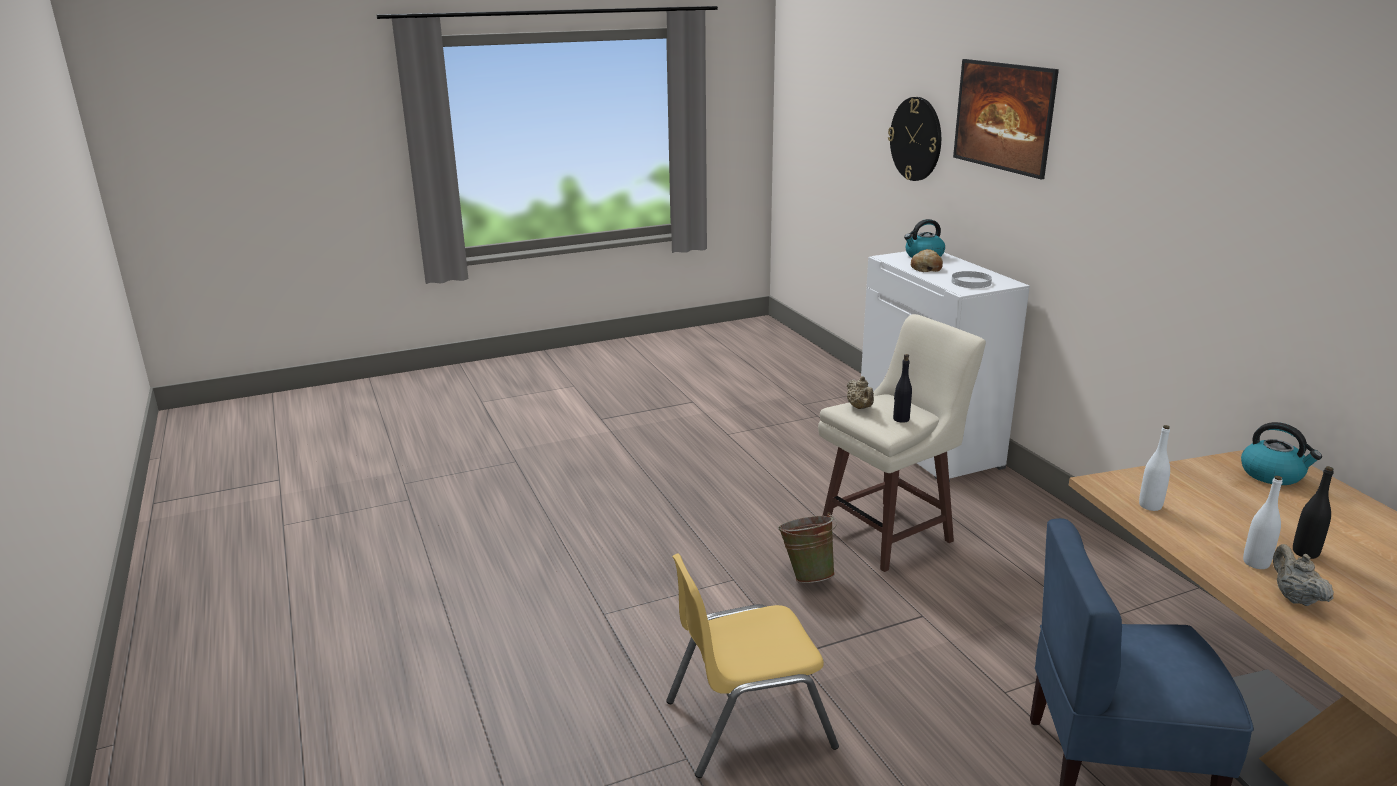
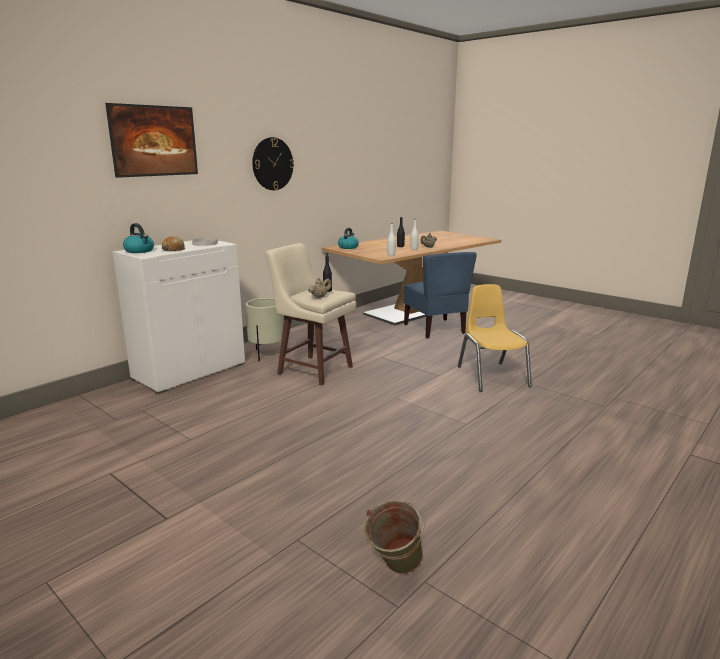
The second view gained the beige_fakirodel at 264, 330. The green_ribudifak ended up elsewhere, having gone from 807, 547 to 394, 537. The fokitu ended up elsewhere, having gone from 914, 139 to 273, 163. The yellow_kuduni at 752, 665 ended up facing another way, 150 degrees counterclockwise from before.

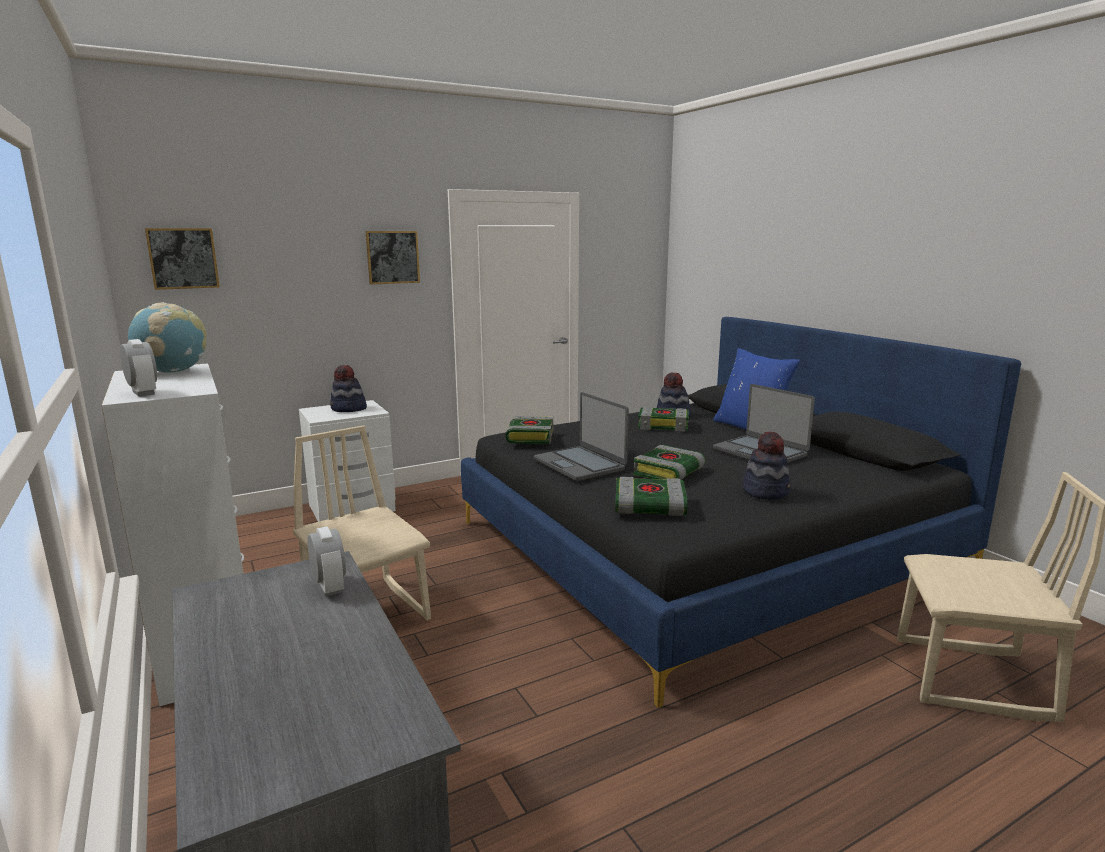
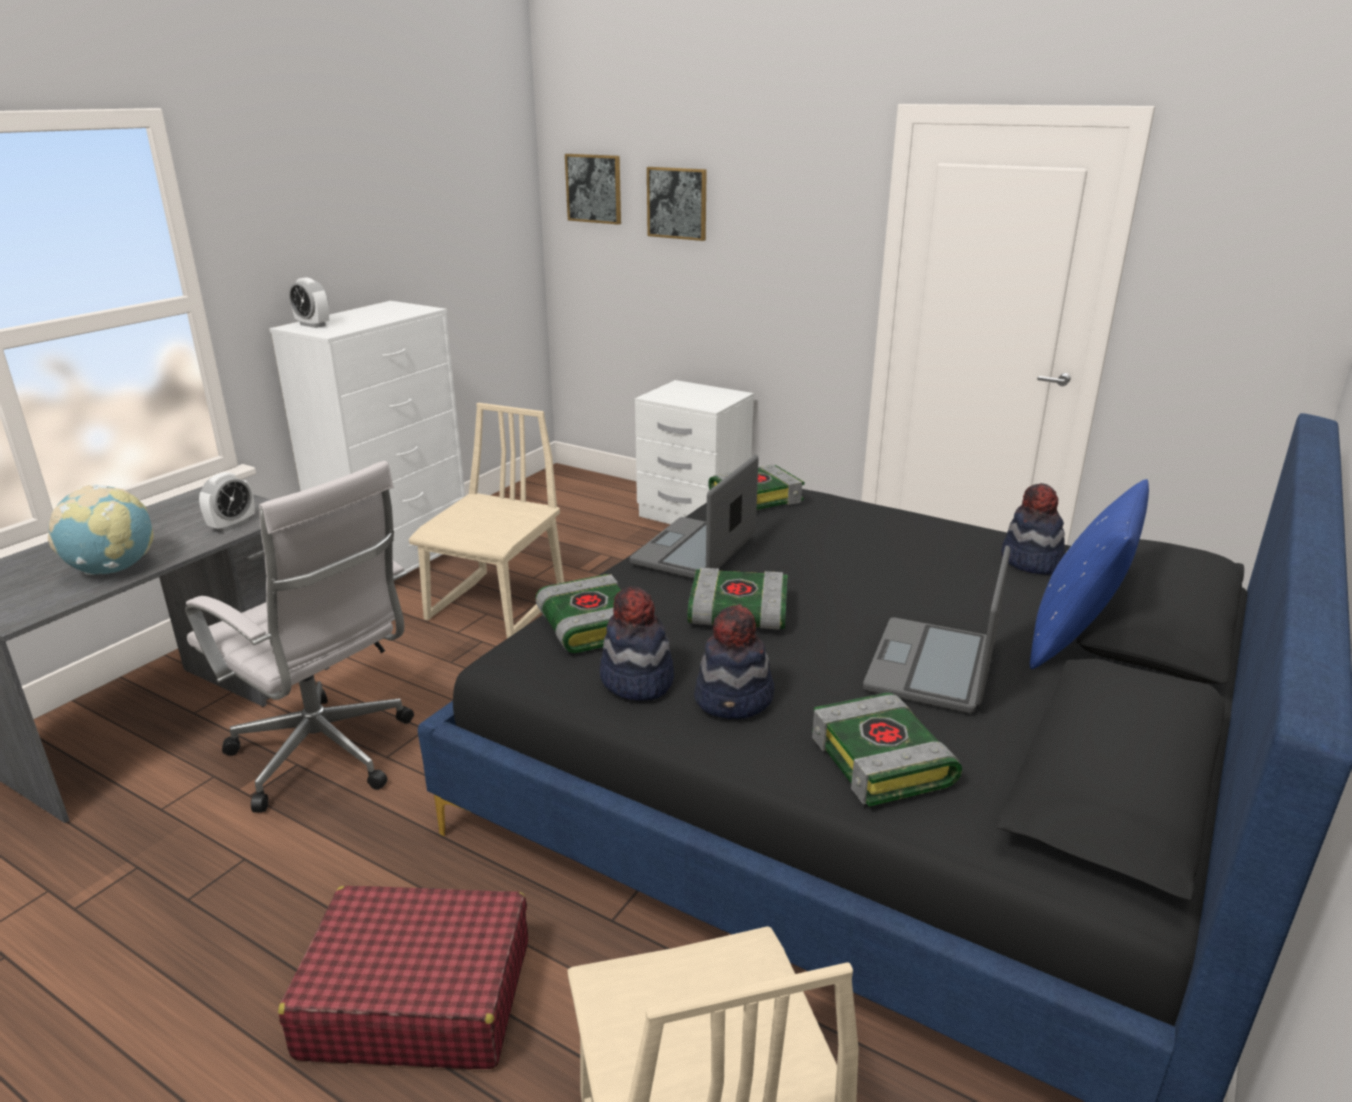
The second view gained the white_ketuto at 299, 636. The second view gained the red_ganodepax at 403, 977. The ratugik ended up elsewhere, having gone from 167, 337 to 101, 529. The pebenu ended up elsewhere, having gone from 348, 388 to 637, 643. The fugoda ended up elsewhere, having gone from 392, 258 to 677, 204. The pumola ended up elsewhere, having gone from 663, 419 to 887, 750. The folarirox at 138, 368 ended up facing another way, 105 degrees clockwise from before.

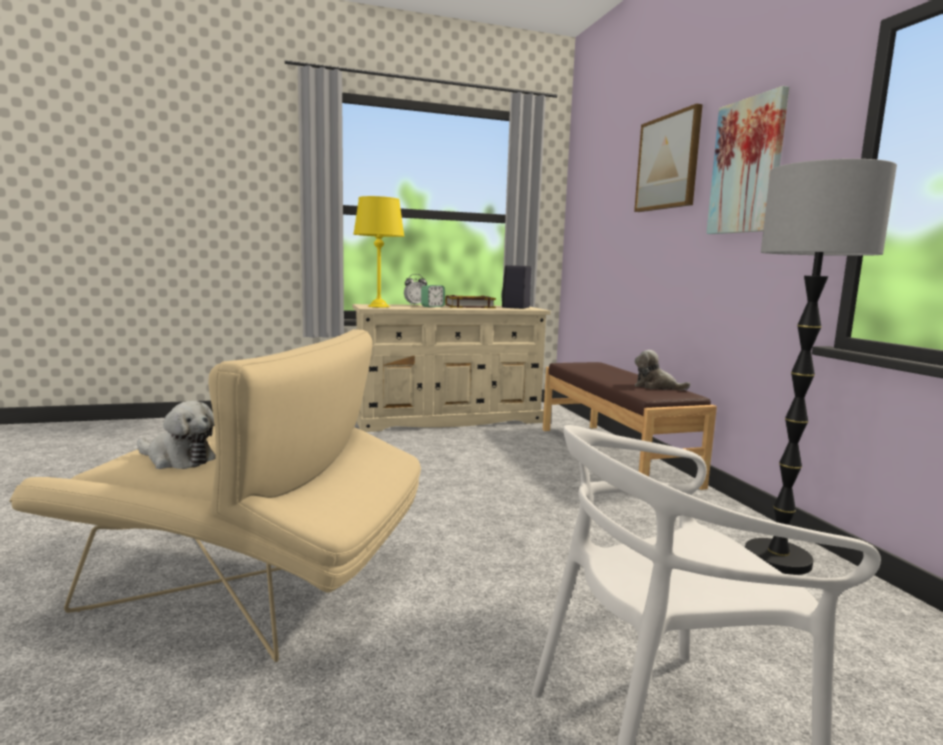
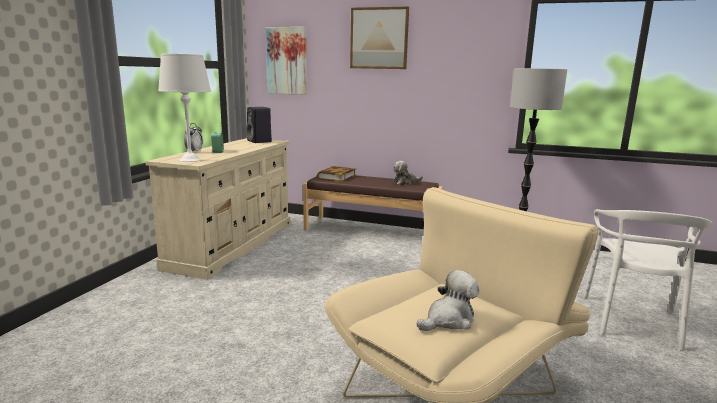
The pumola ended up elsewhere, having gone from 470, 301 to 336, 174. The fugoda ended up elsewhere, having gone from 747, 160 to 286, 61. What was the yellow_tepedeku at 378, 252 turned into the white_tepedeku at 184, 108.

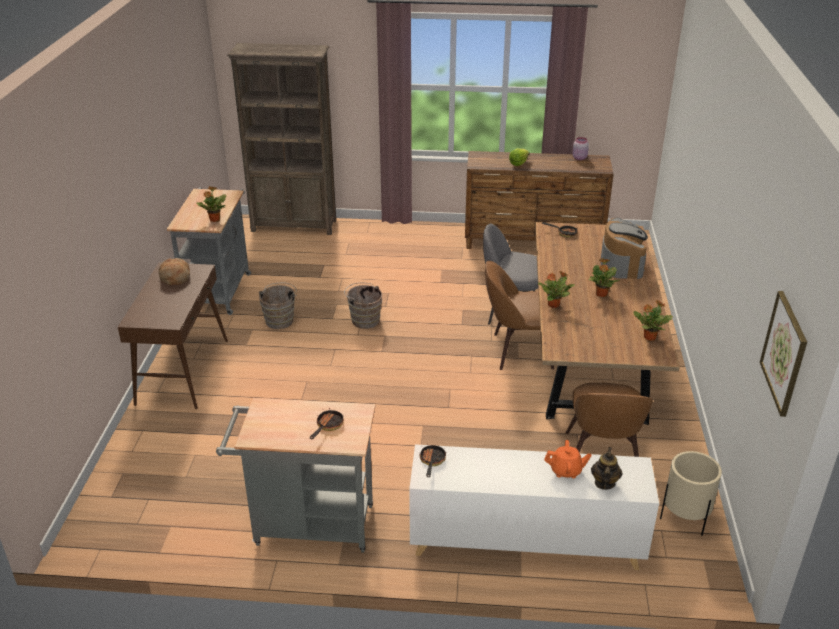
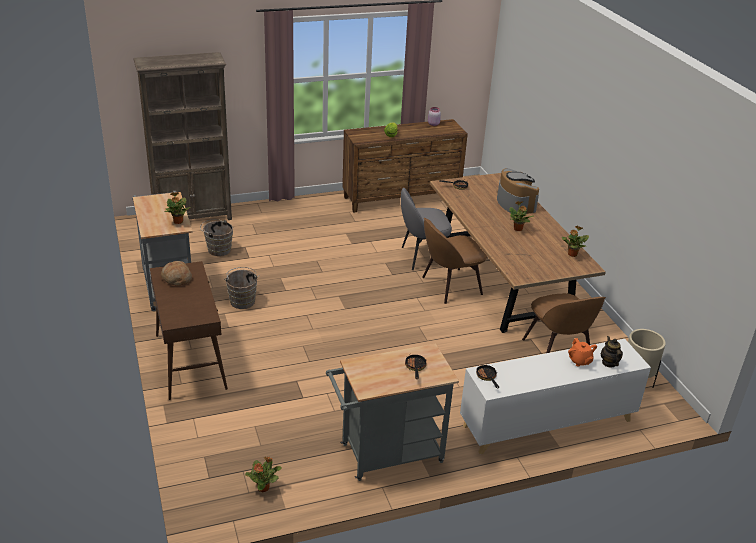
The second view lost the fugoda at 783, 354. The brown_ribudifak ended up elsewhere, having gone from 363, 305 to 216, 237. The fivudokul ended up elsewhere, having gone from 556, 289 to 263, 474. The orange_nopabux at 568, 459 ended up facing another way, 90 degrees clockwise from before.

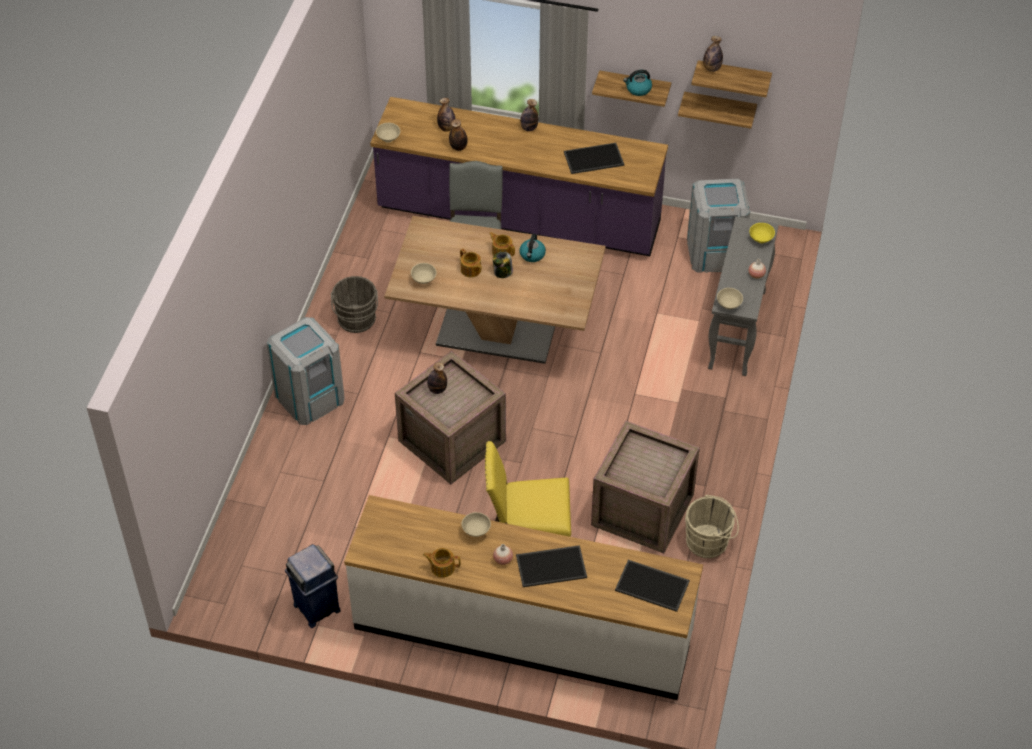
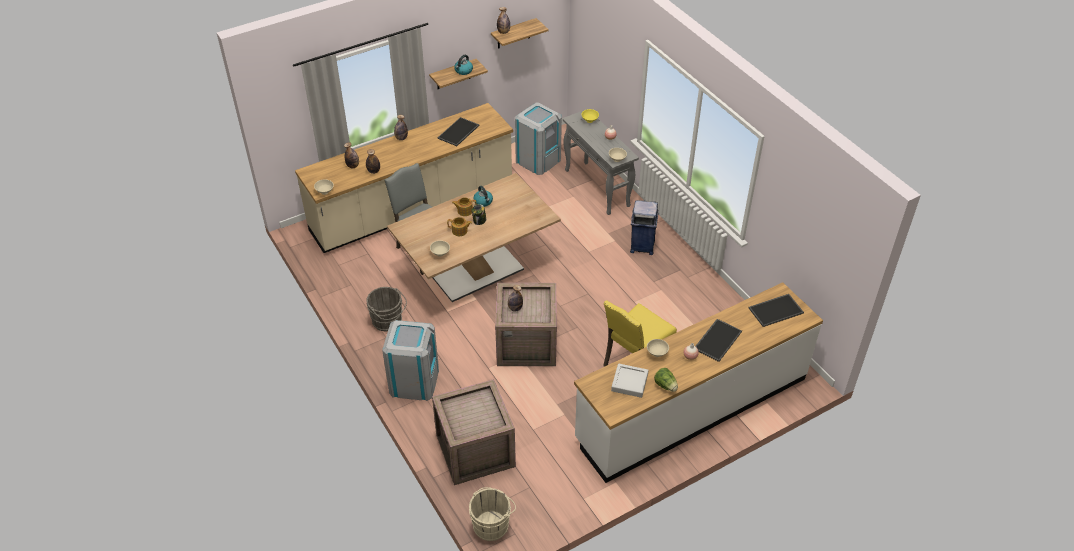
The second view lost the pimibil at 717, 110. The second view gained the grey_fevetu at 630, 380. The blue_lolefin ended up elsewhere, having gone from 312, 586 to 644, 227. The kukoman ended up elsewhere, having gone from 645, 487 to 474, 432. The beige_ribudifak ended up elsewhere, having gone from 712, 526 to 492, 514. Where the nopabux stood at 442, 563, the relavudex came to stand at 666, 380. What was the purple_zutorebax at 519, 176 turned into the beige_zutorebax at 404, 178.

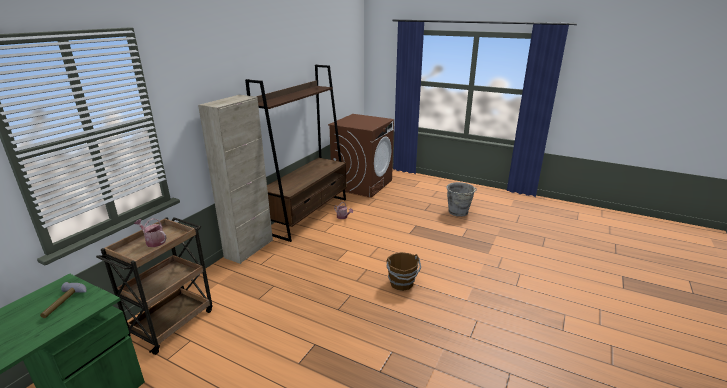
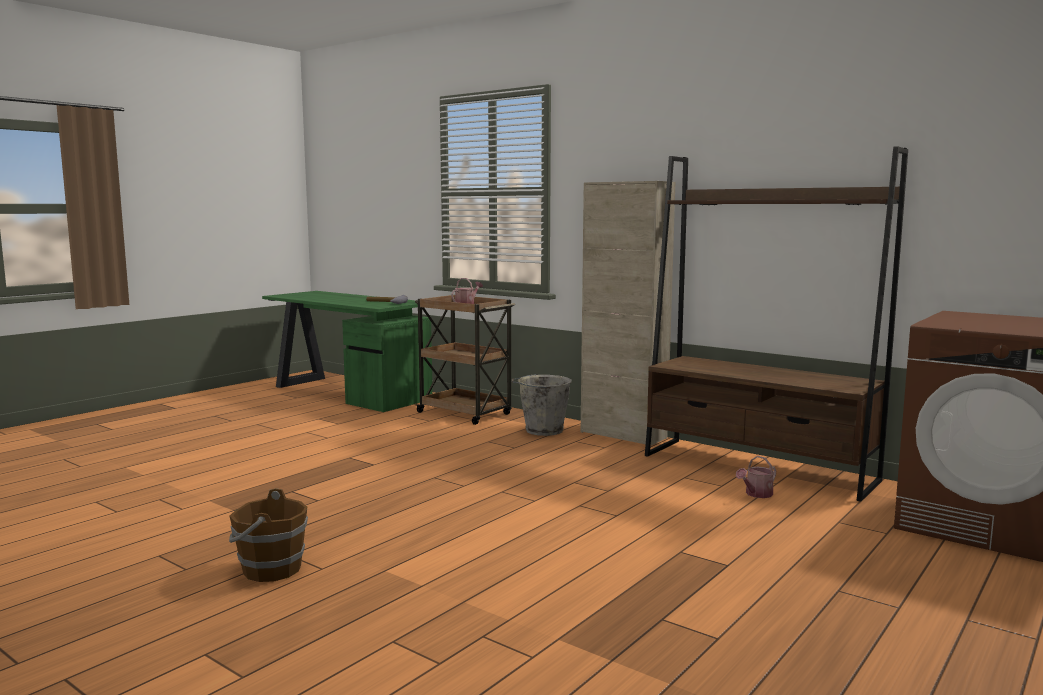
The brown_ribudifak ended up elsewhere, having gone from 403, 271 to 268, 535. The grey_ribudifak ended up elsewhere, having gone from 462, 199 to 542, 405.

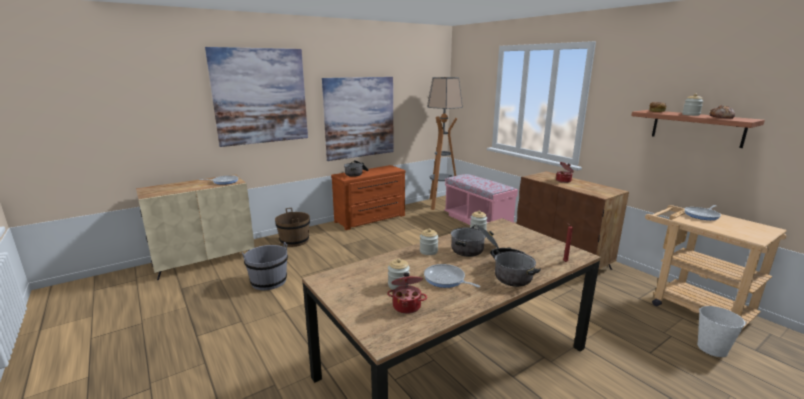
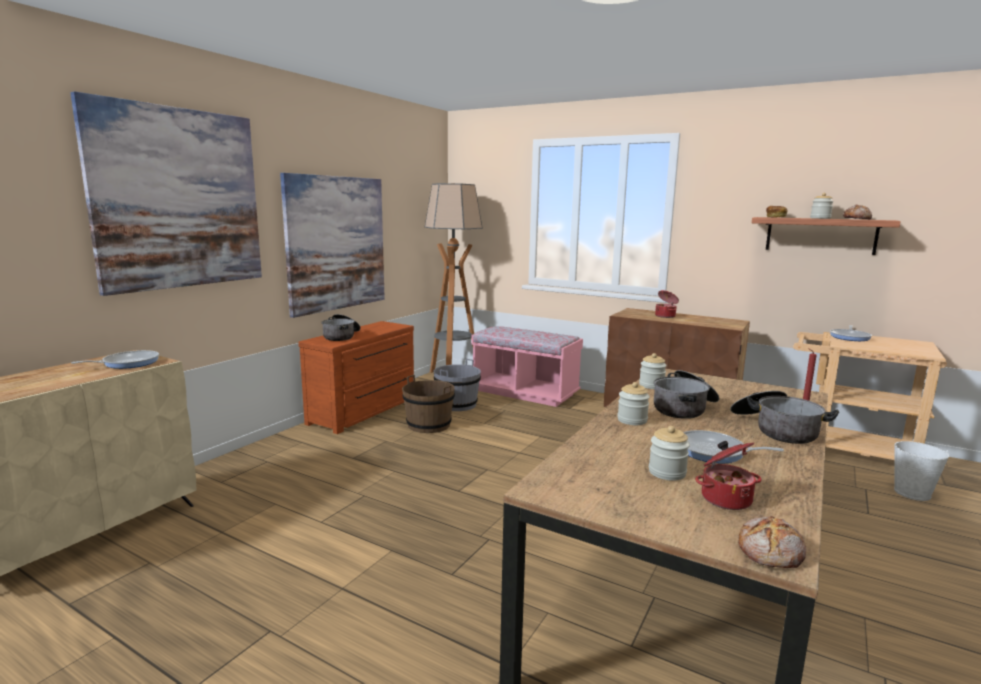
The second view gained the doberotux at 772, 542. The grey_ribudifak ended up elsewhere, having gone from 265, 266 to 457, 385. The brown_ribudifak ended up elsewhere, having gone from 292, 227 to 428, 404.

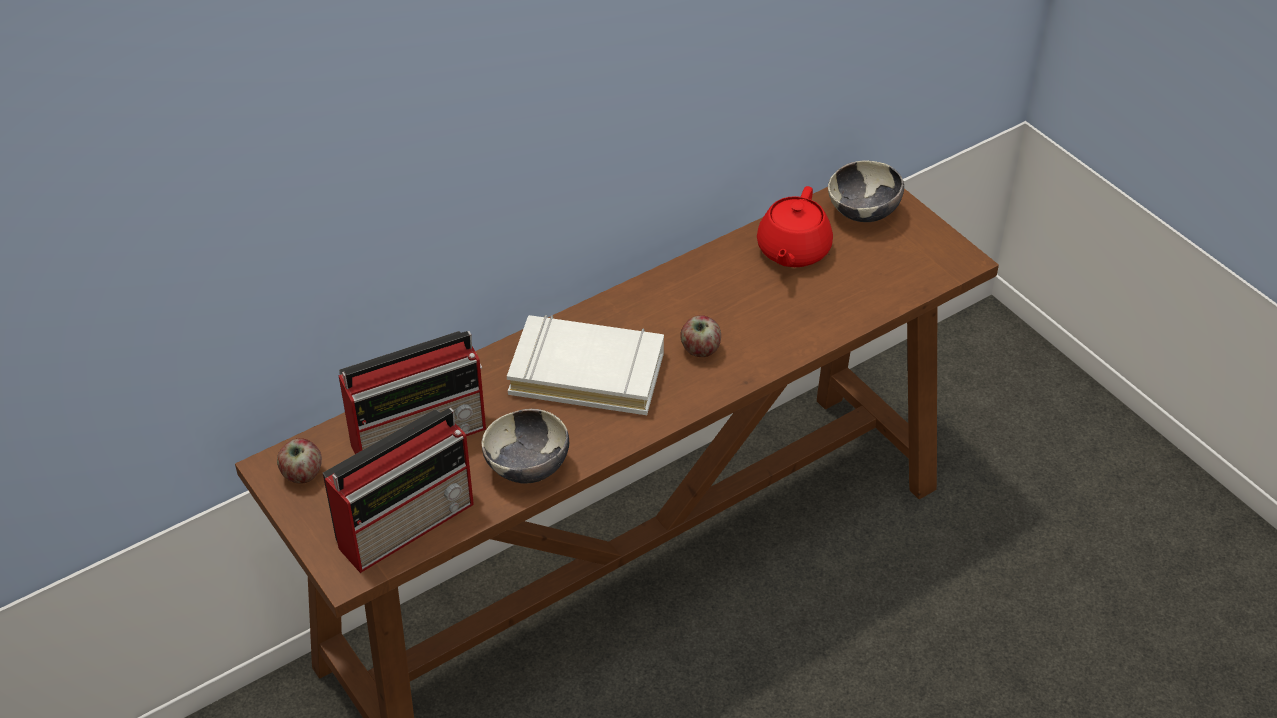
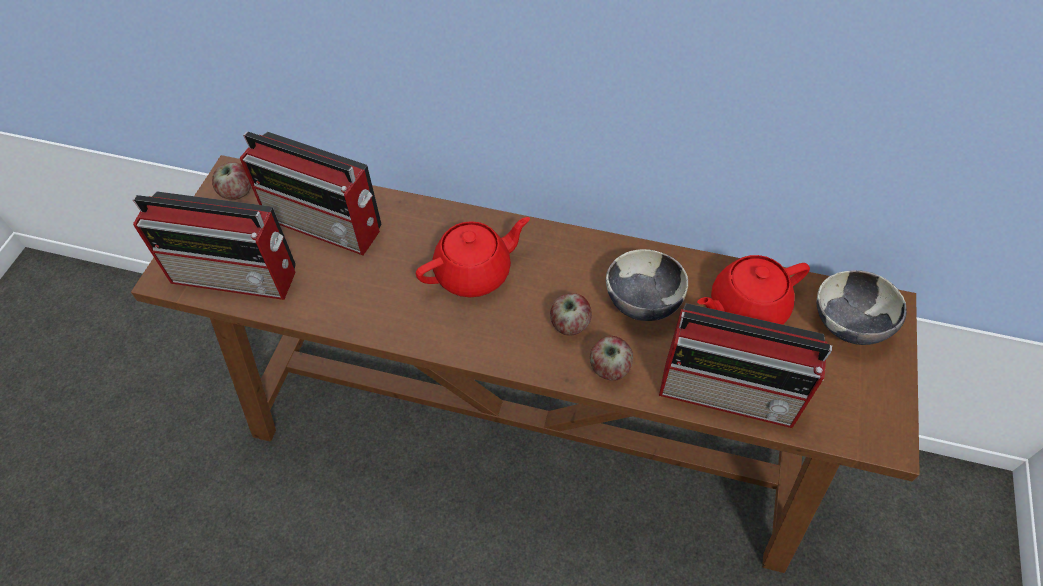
The second view gained the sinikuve at 611, 358. The second view gained the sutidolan at 745, 365. The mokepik ended up elsewhere, having gone from 525, 446 to 647, 285. Where the white_pumola stood at 585, 365, the red_nopabux came to stand at 473, 257.

